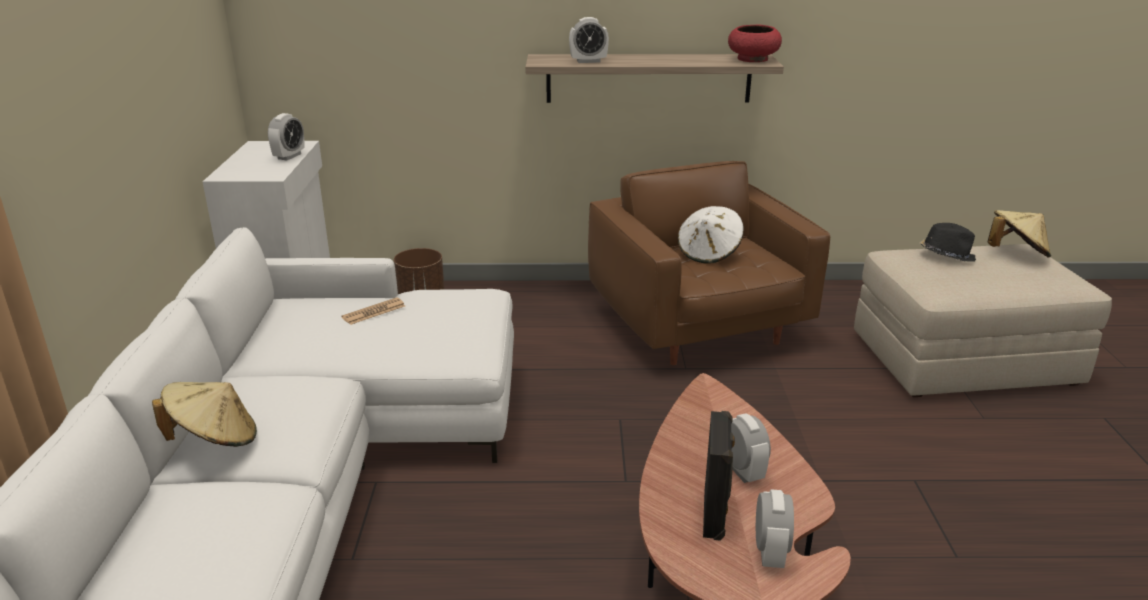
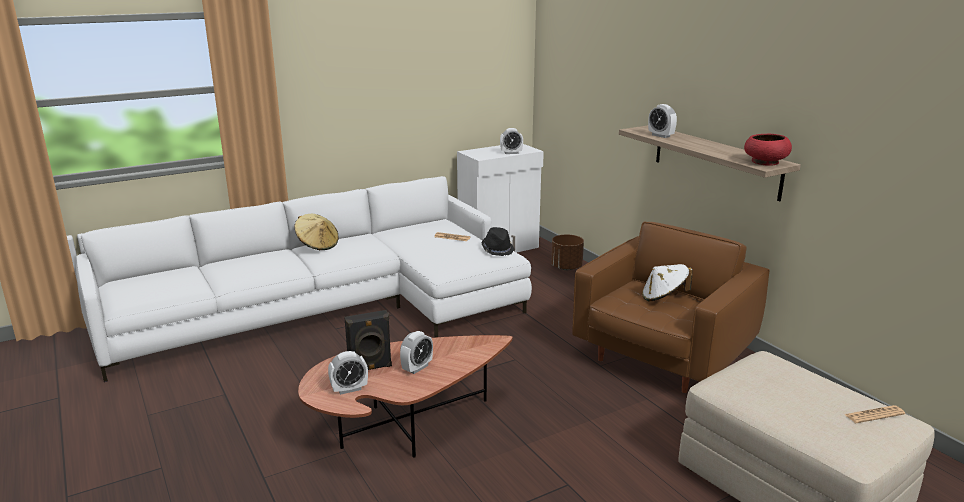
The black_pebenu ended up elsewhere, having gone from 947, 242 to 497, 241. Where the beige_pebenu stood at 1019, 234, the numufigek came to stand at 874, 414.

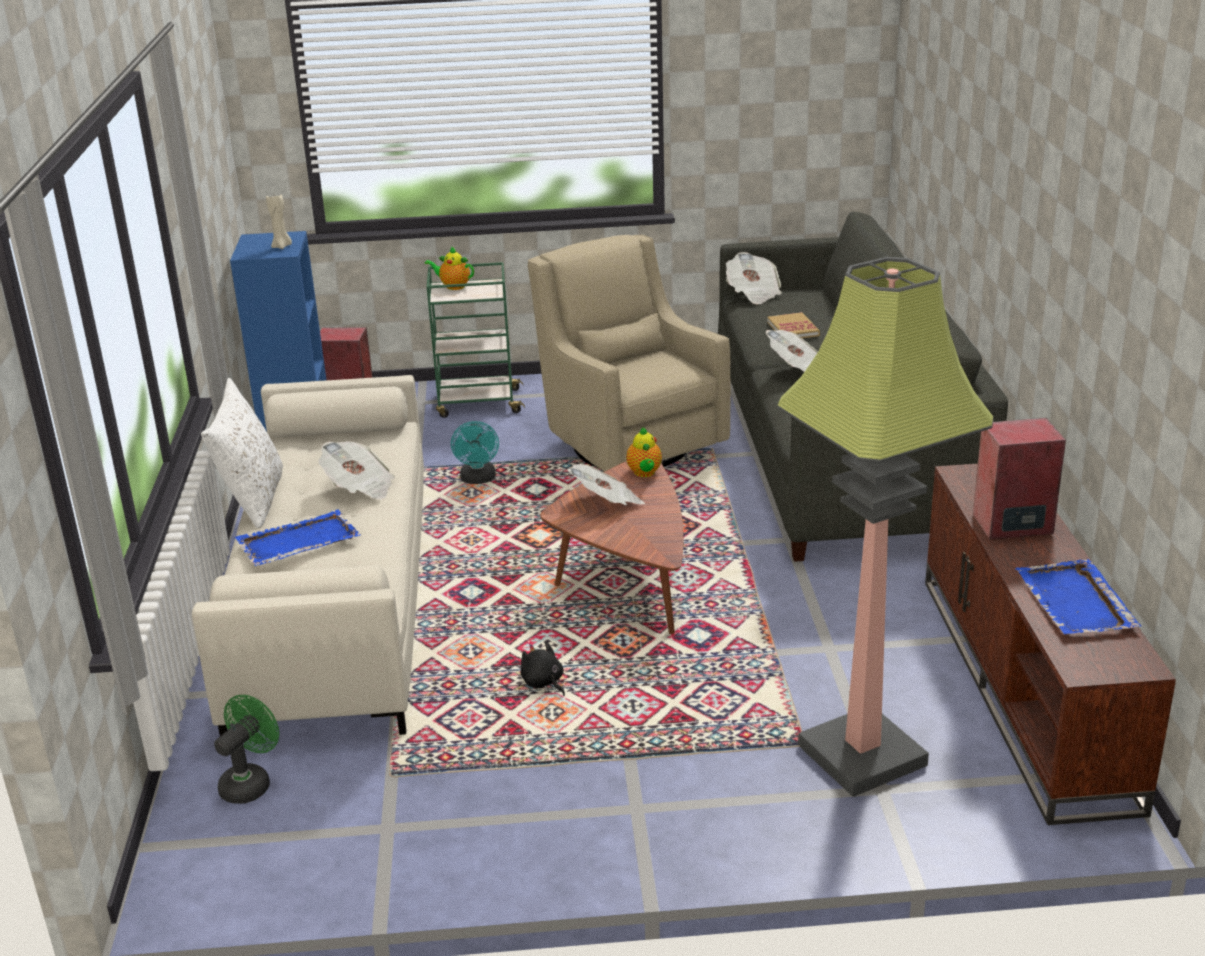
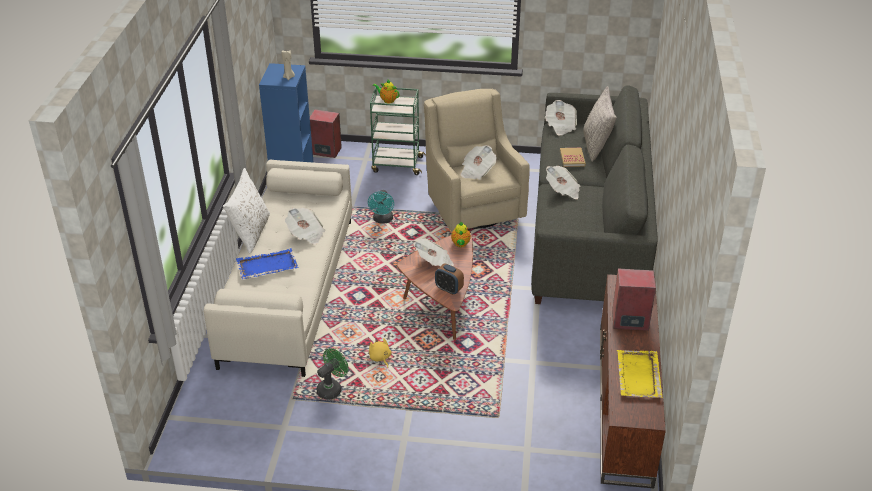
The second view lost the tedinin at 885, 527. The second view gained the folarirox at 449, 279. The second view gained the numufigek at 478, 162. The second view gained the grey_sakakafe at 600, 124. The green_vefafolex ended up elsewhere, having gone from 246, 749 to 332, 374. What was the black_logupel at 542, 668 turned into the yellow_logupel at 380, 353. What was the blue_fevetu at 1078, 596 turned into the yellow_fevetu at 639, 374.

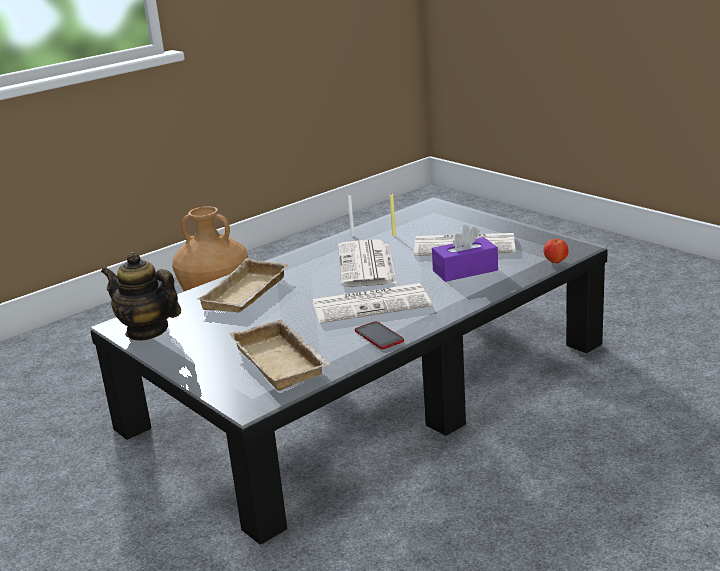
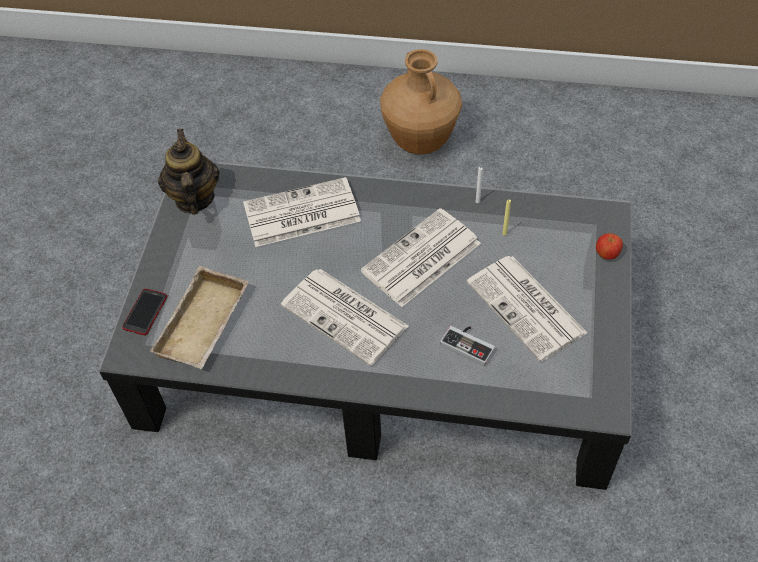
The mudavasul ended up elsewhere, having gone from 379, 335 to 144, 312. The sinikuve ended up elsewhere, having gone from 556, 251 to 609, 246. Where the beige_fevetu stood at 242, 285, the numufigek came to stand at 302, 212. Where the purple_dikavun stood at 465, 253, the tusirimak came to stand at 467, 346.

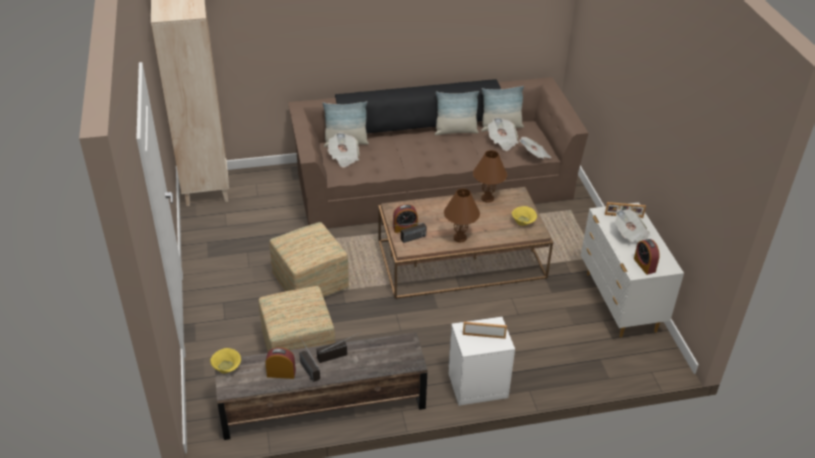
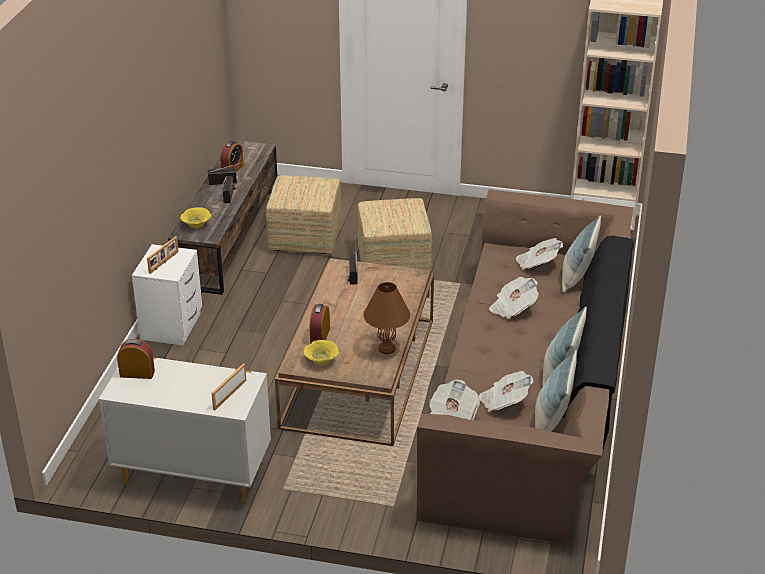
The second view lost the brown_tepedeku at 462, 215. The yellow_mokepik ended up elsewhere, having gone from 225, 361 to 195, 217. The folarirox ended up elsewhere, having gone from 405, 218 to 320, 324. The numufigek ended up elsewhere, having gone from 632, 226 to 514, 298.

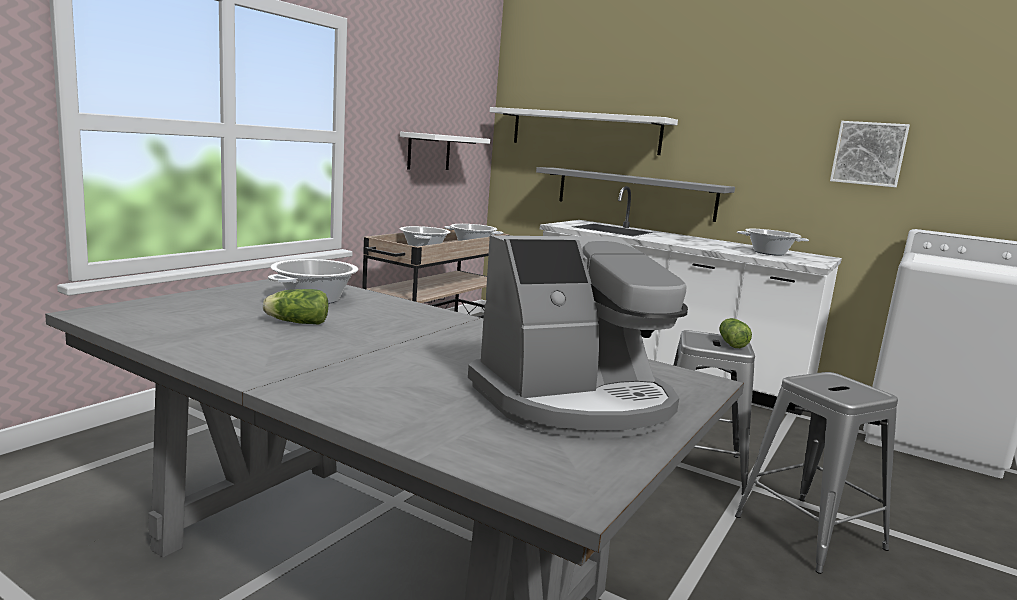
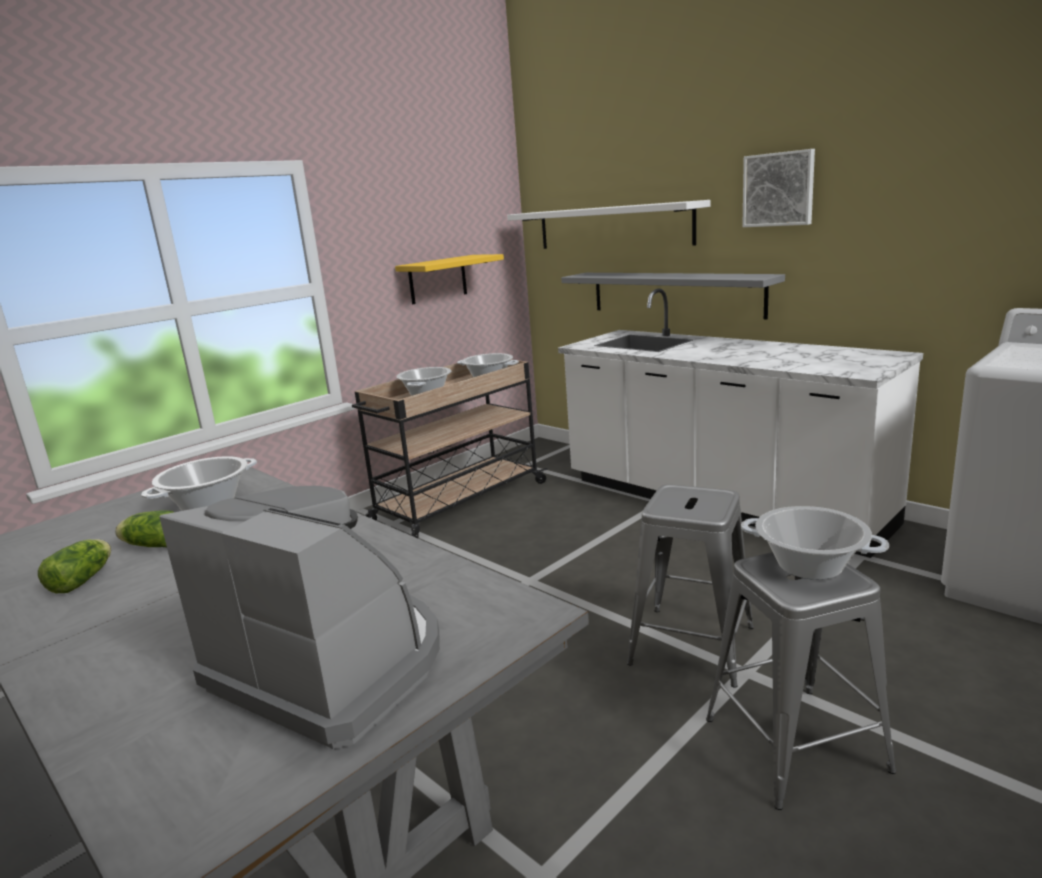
The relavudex ended up elsewhere, having gone from 735, 333 to 74, 566. The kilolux ended up elsewhere, having gone from 773, 242 to 815, 543. The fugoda ended up elsewhere, having gone from 870, 154 to 778, 188. What was the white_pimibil at 445, 151 turned into the yellow_pimibil at 449, 279. The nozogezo at 578, 336 ended up facing another way, 135 degrees counterclockwise from before.

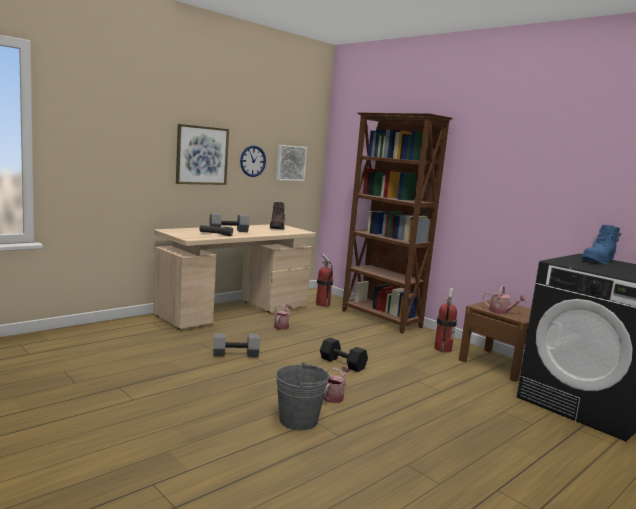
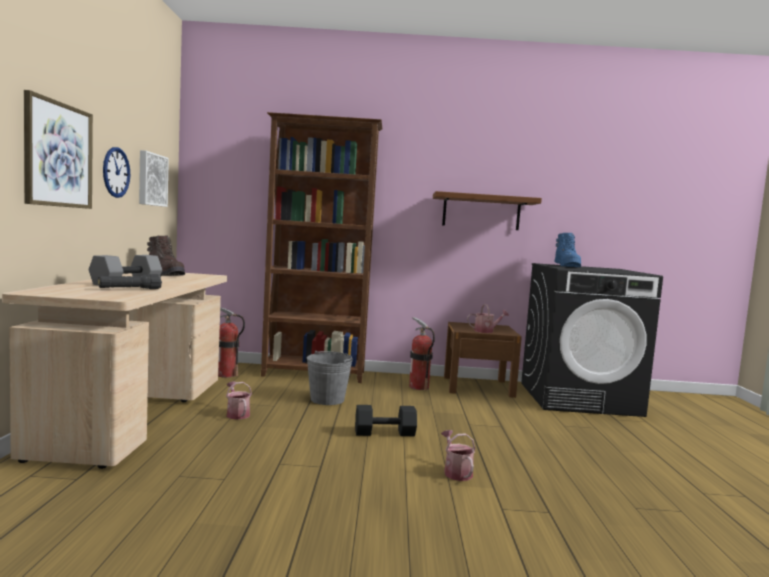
The second view lost the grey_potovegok at 236, 345. The second view gained the brown_pimibil at 487, 210. The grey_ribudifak ended up elsewhere, having gone from 303, 396 to 330, 378.

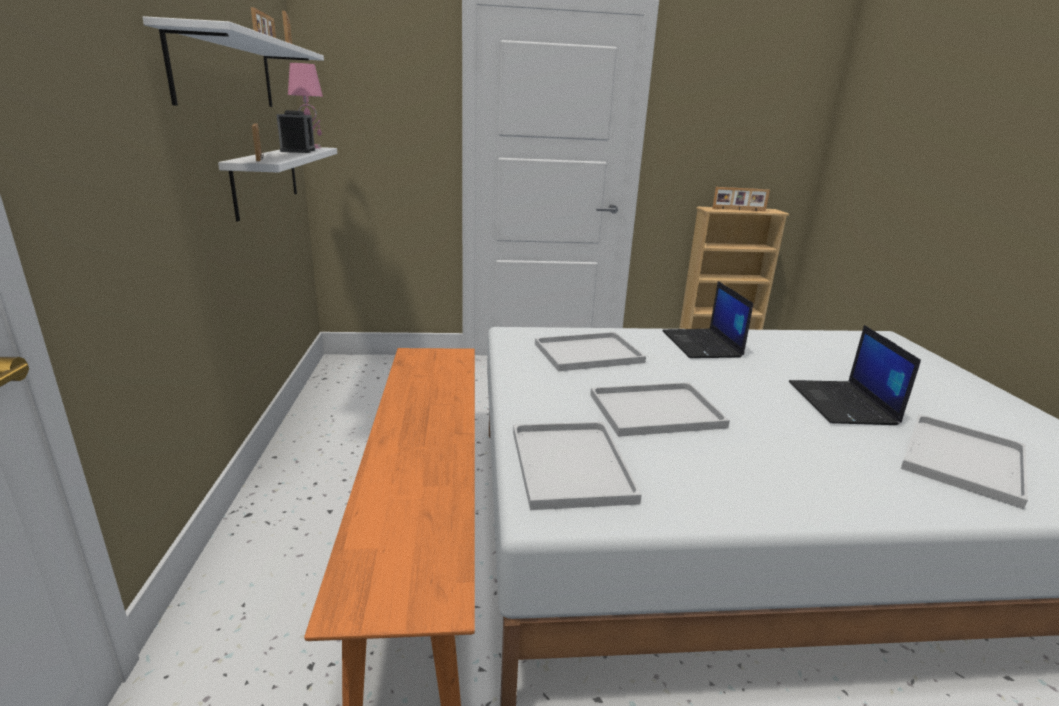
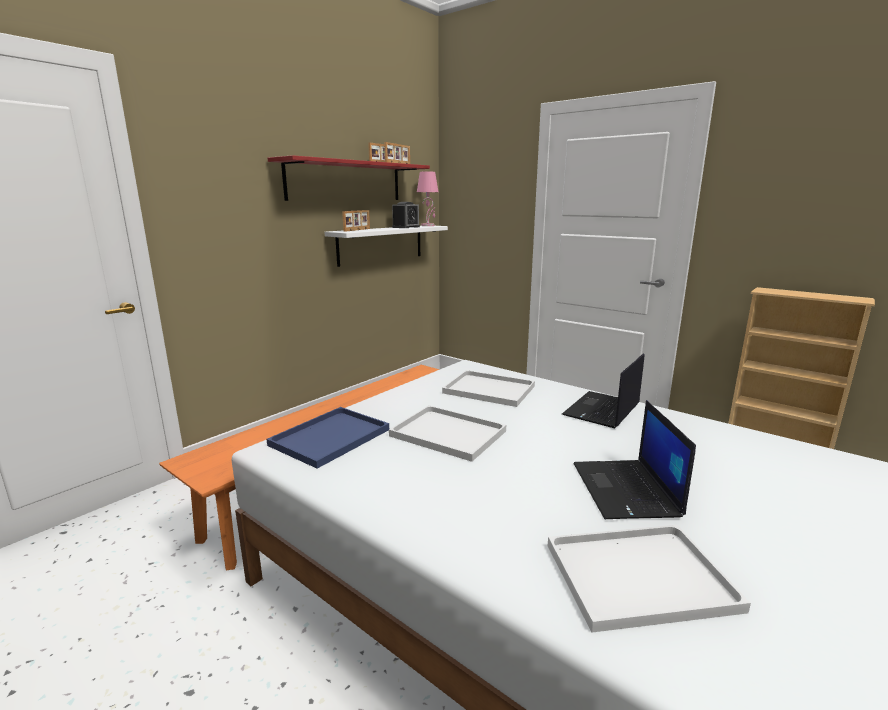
The second view lost the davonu at 741, 199. What was the white_pimibil at 233, 61 turned into the red_pimibil at 348, 178. What was the white_fevetu at 577, 466 turned into the blue_fevetu at 328, 438. The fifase at 855, 375 ended up facing another way, 45 degrees counterclockwise from before.

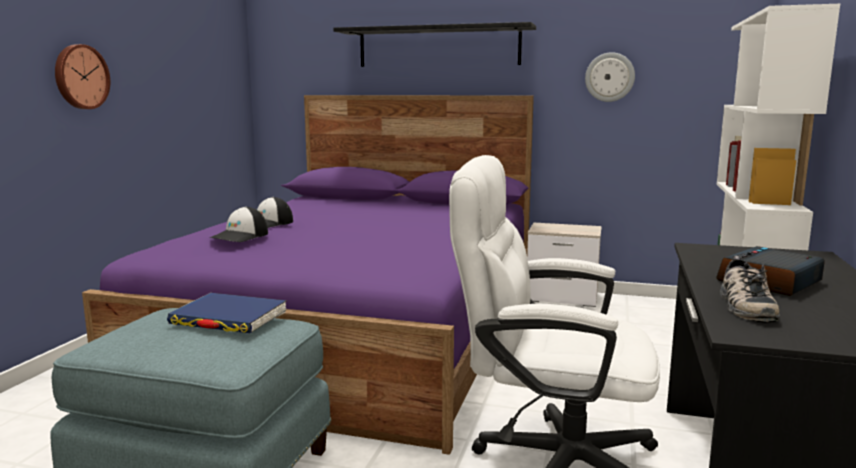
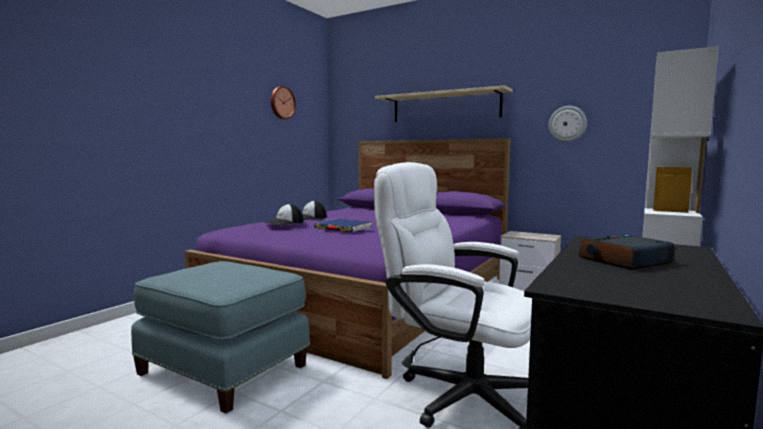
The second view lost the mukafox at 750, 289. The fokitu ended up elsewhere, having gone from 82, 76 to 283, 102. The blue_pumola ended up elsewhere, having gone from 227, 313 to 343, 225. What was the black_pimibil at 434, 44 turned into the beige_pimibil at 444, 103.

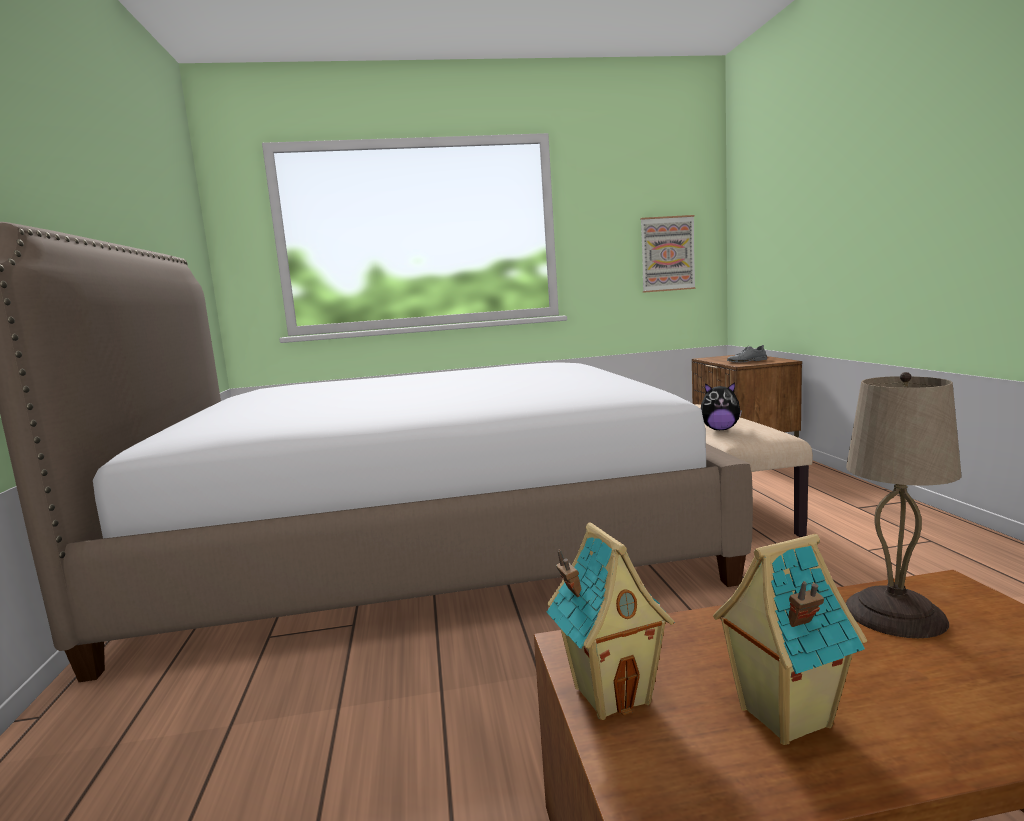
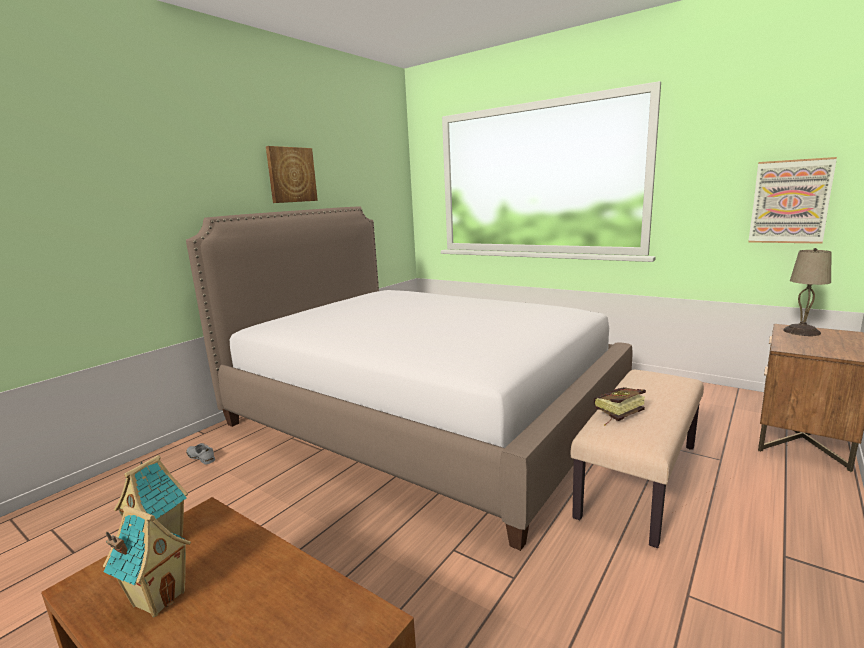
The second view gained the fugoda at 292, 174. The grey_mukafox ended up elsewhere, having gone from 747, 354 to 200, 453. The beige_tepedeku ended up elsewhere, having gone from 903, 505 to 807, 292. Where the logupel stood at 721, 406, the pumola came to stand at 620, 406.

